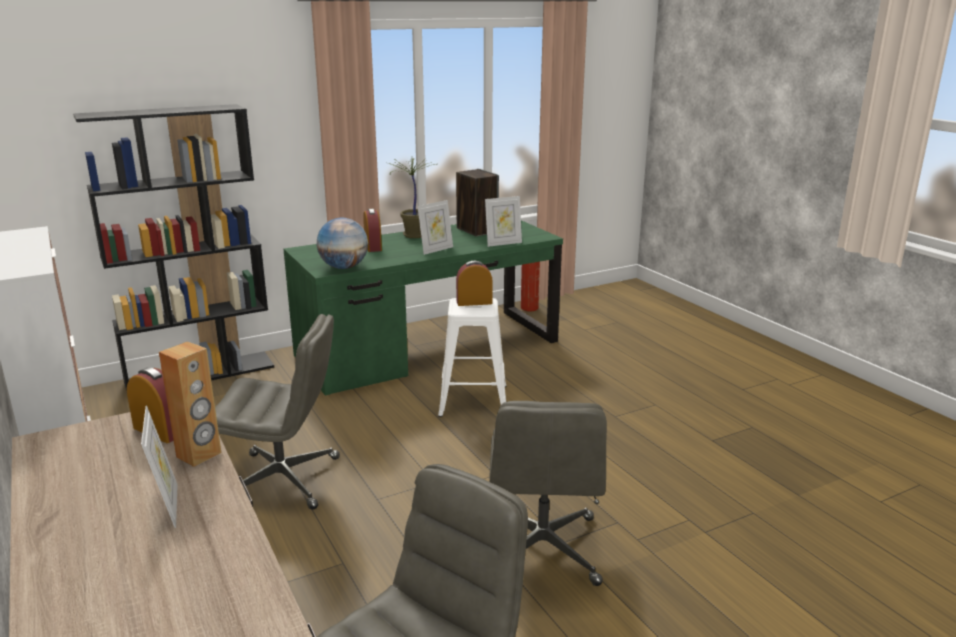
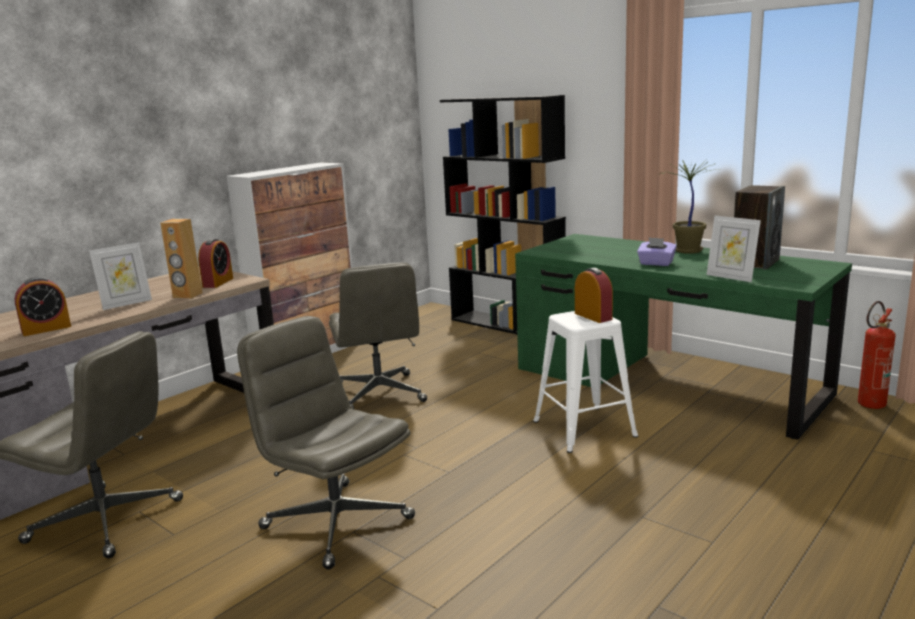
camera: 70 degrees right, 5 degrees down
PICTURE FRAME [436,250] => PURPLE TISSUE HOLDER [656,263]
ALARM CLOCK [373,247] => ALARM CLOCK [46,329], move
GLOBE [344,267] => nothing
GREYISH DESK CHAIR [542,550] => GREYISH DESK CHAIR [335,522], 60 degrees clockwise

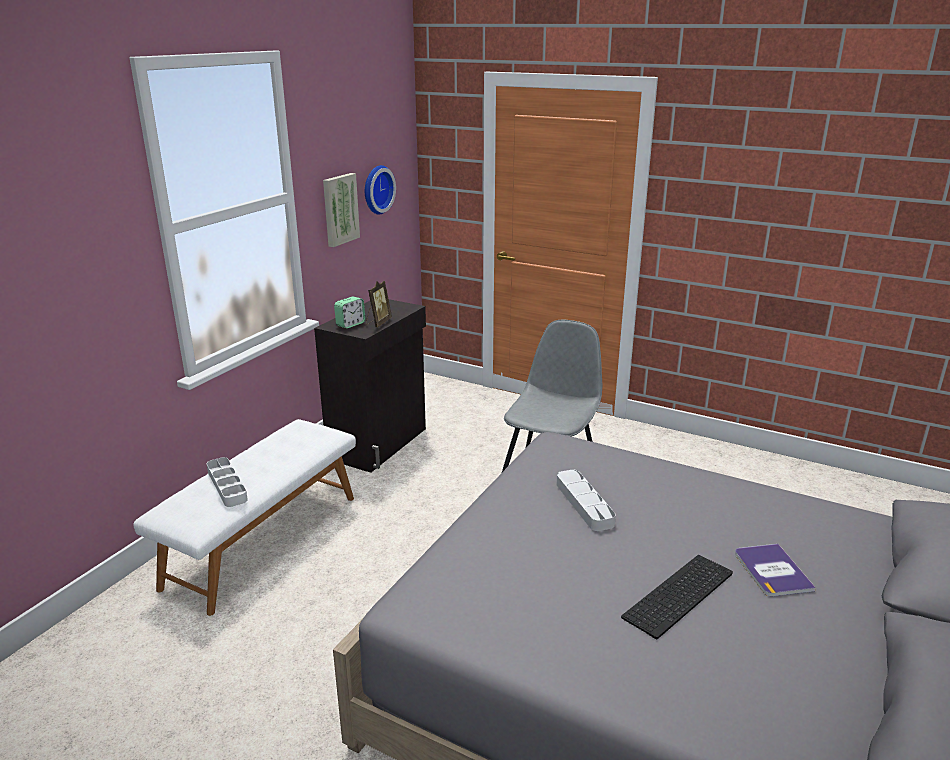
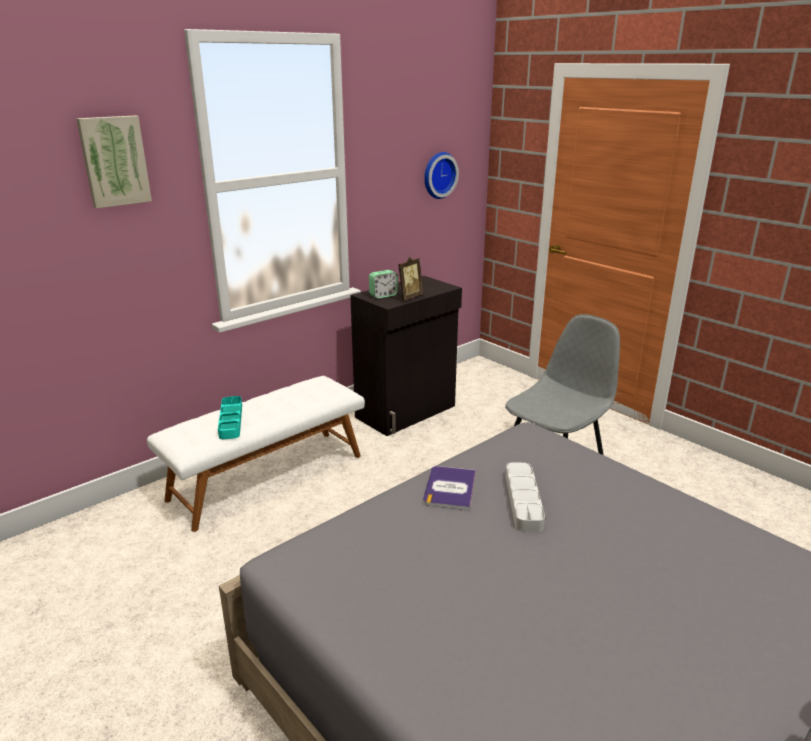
camera: 20 degrees right, 0 degrees up
WALL PICTURE [339,209] => WALL PICTURE [114,161], move
GREYISH CARRYING TRAY [227,485] => BLUE-GREEN CARRYING TRAY [231,420]
BOUND BOOK [772,571] => BOUND BOOK [450,488], move
KEYBOARD [680,597] => nothing

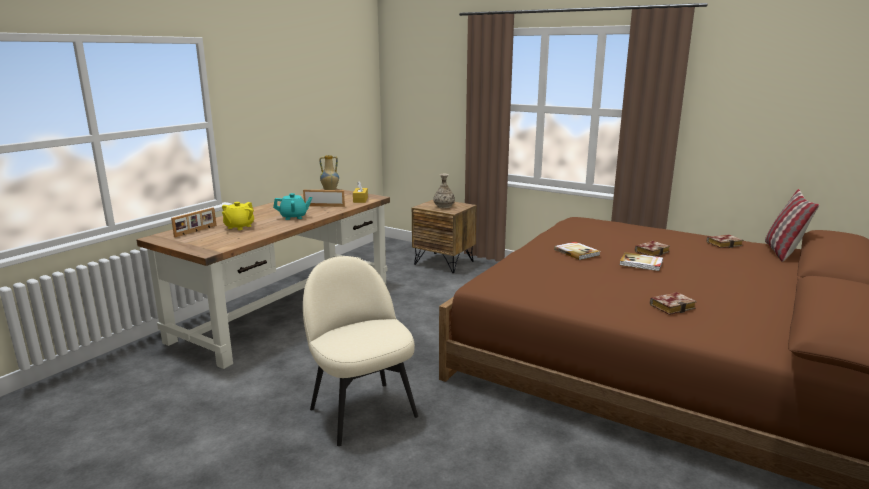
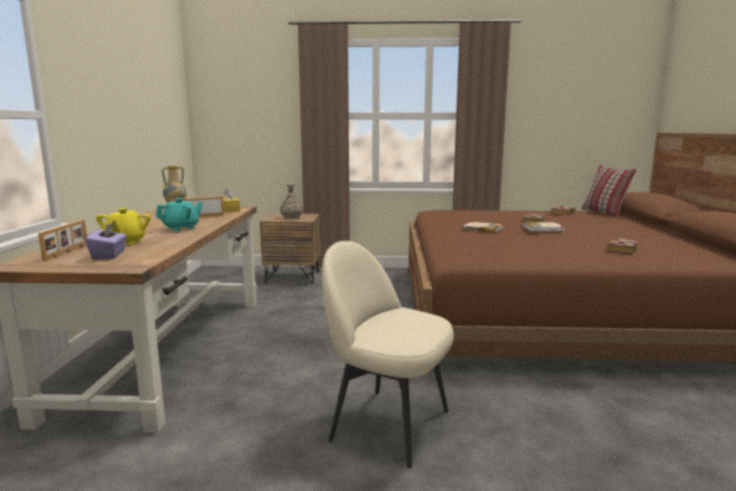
camera: 30 degrees left, 5 degrees down
nothing => PURPLE TISSUE HOLDER [109,255]

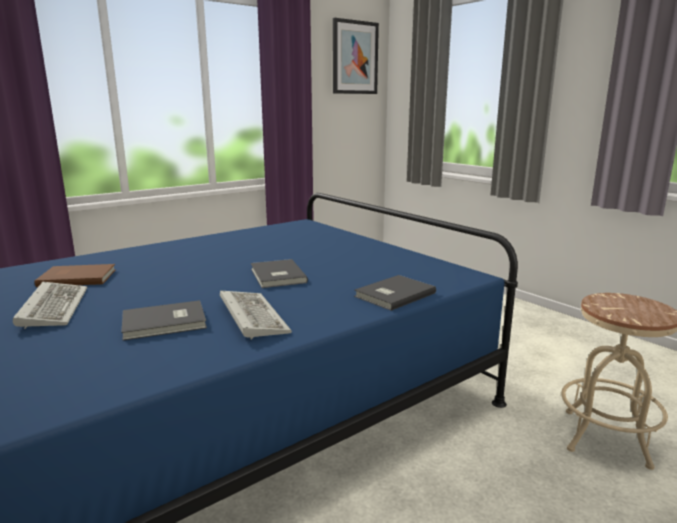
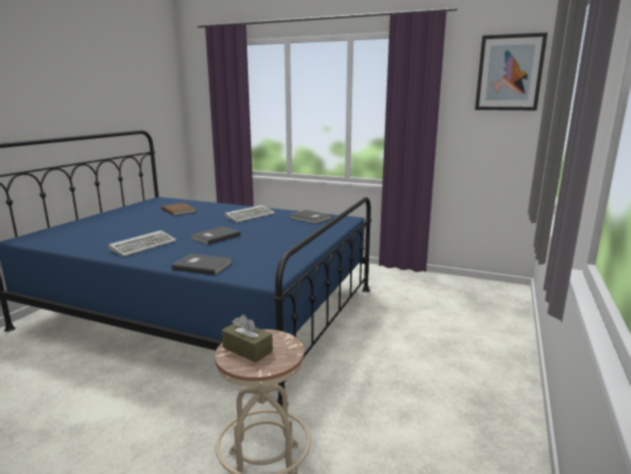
camera: 60 degrees right, 0 degrees up
KEYBOARD [53,307] => KEYBOARD [251,216], move
GREYISH BOUND BOOK [165,323] => GREYISH BOUND BOOK [310,218], move
nothing => BROWN-COLOURED TISSUE HOLDER [247,349]

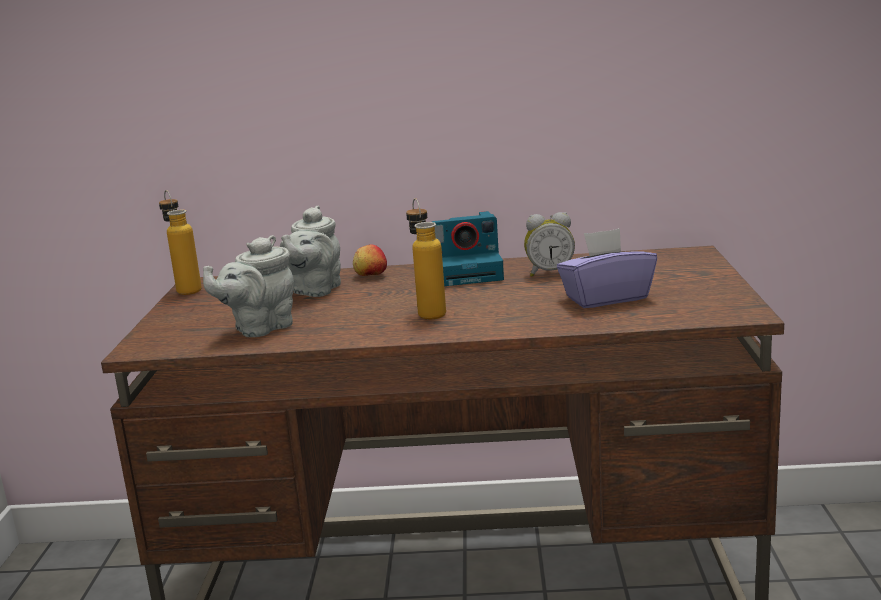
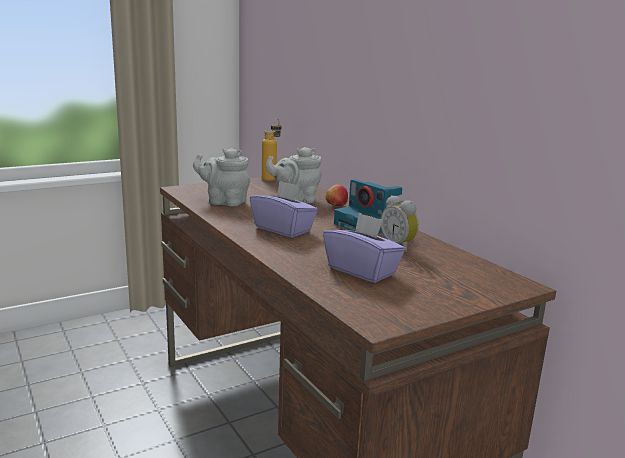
camera: 55 degrees right, 0 degrees up
BOTTLE [428,312] => PURPLE TISSUE HOLDER [283,229]

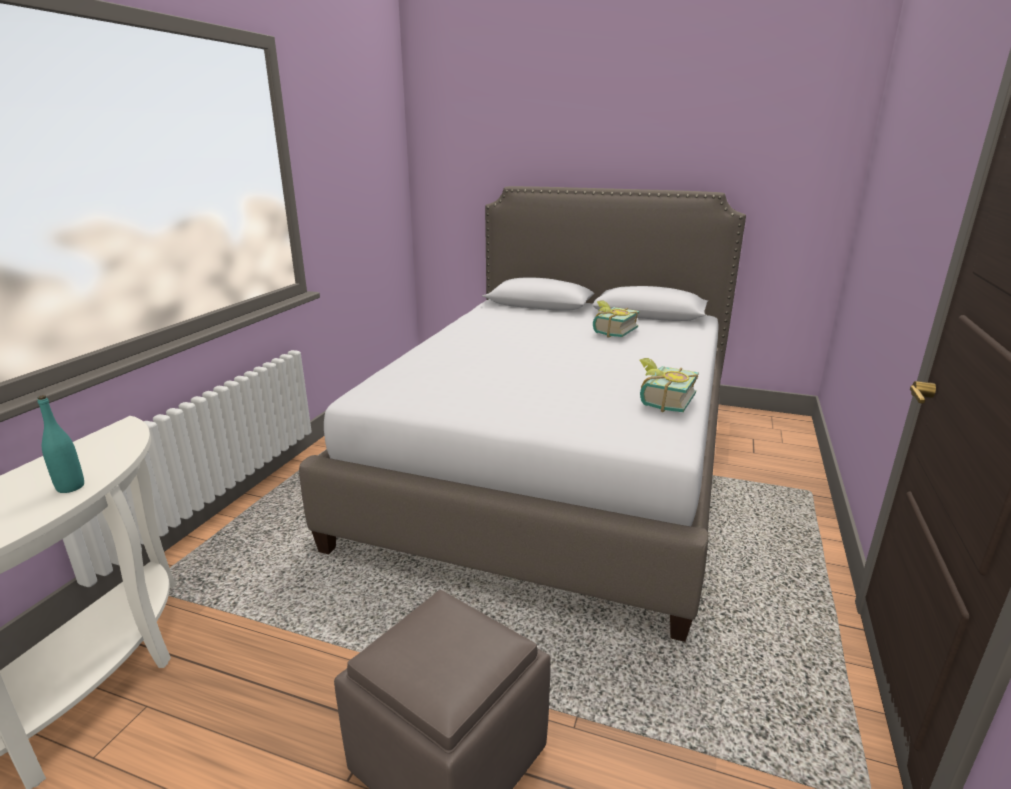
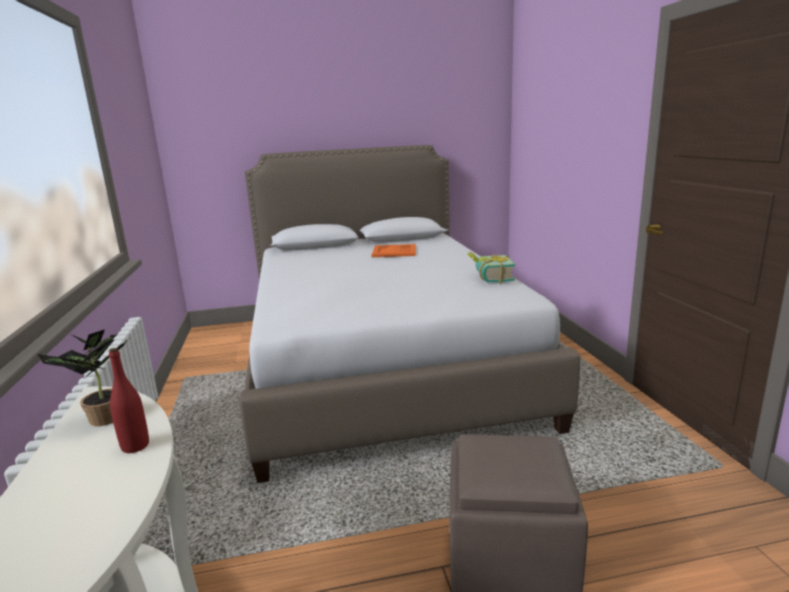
camera: 30 degrees left, 5 degrees down
BOUND BOOK [610,331] => ORANGE CARRYING TRAY [394,251]
BLUE-GREEN BOTTLE [70,487] => REDDISH BOTTLE [135,446]
nothing => PLANT IN A POT [101,420]

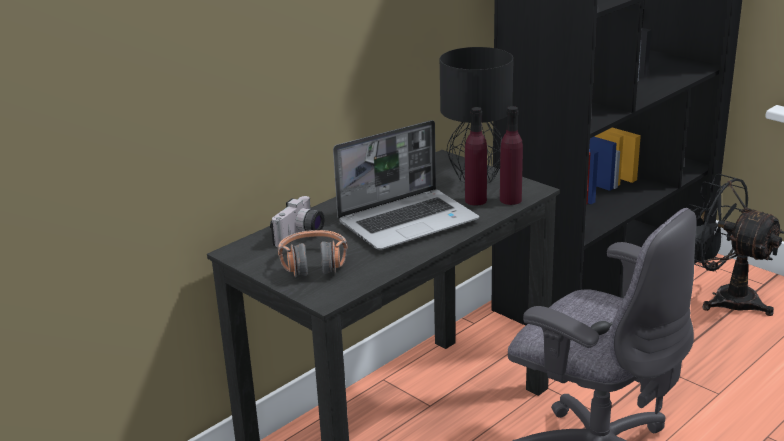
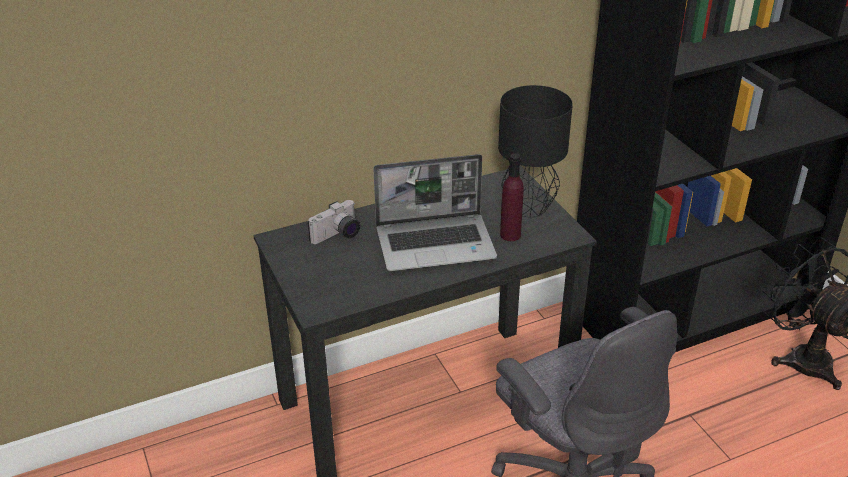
camera: 20 degrees right, 10 degrees up
PURPLE BOTTLE [510,200] => nothing
PAIR OF HEADPHONES [314,264] => nothing

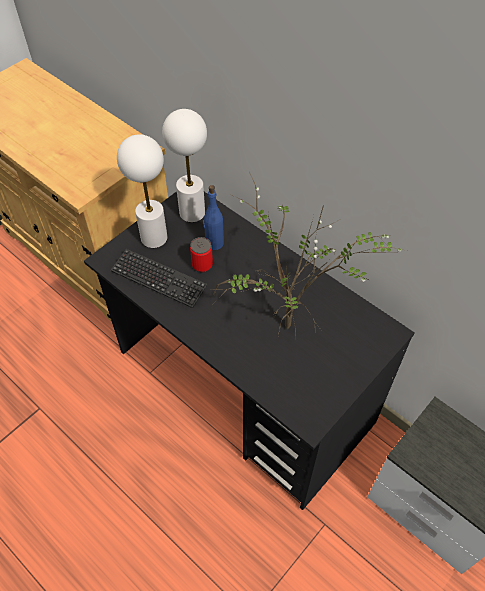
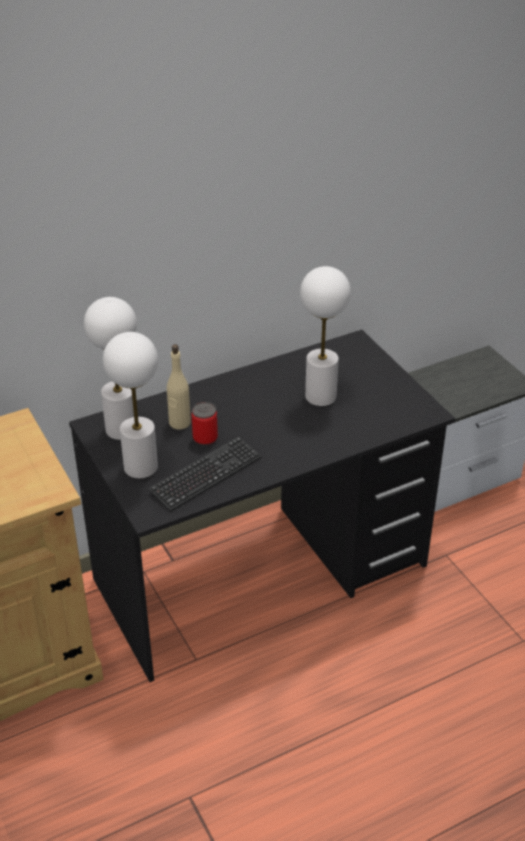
camera: 70 degrees left, 15 degrees down
PLANT IN A POT [293,327] => WHITE TABLE LAMP [321,396]
BLUE BOTTLE [214,243] => BEIGE BOTTLE [179,423]

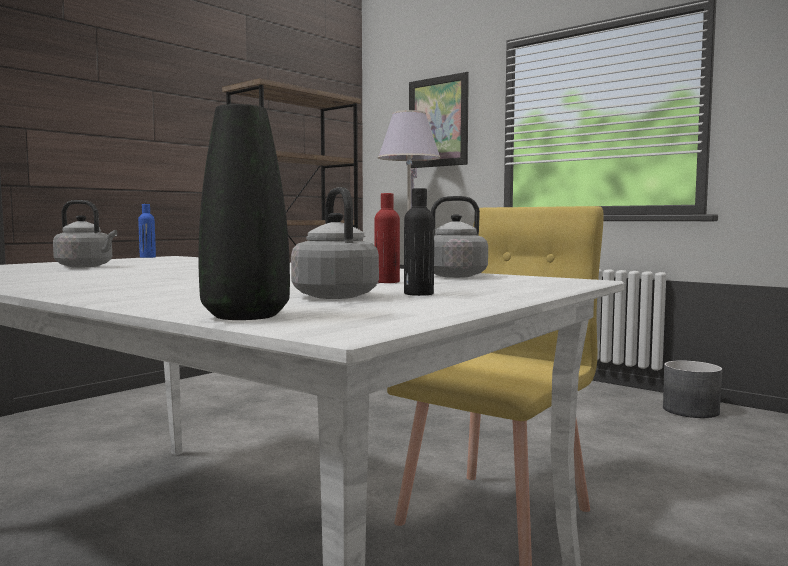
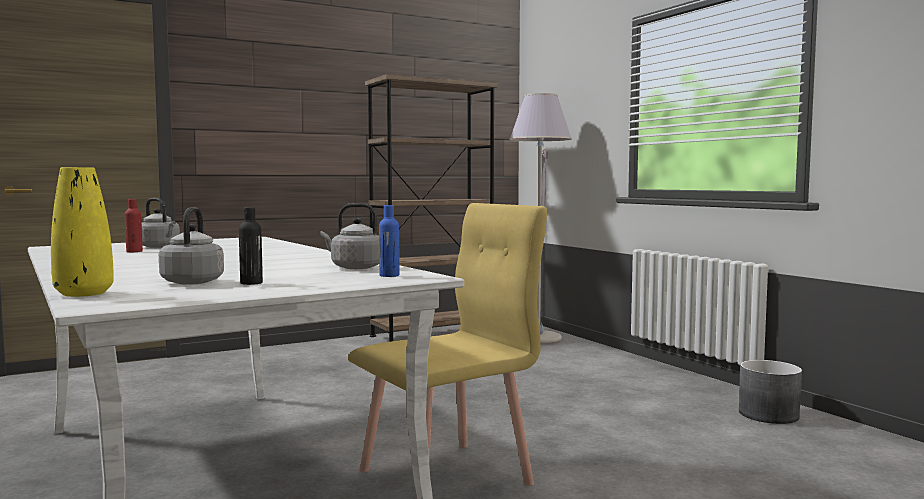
camera: 20 degrees right, 0 degrees up
WALL PICTURE [438,122] => nothing
BLACKISH VASE [245,316] => YELLOWISH VASE [84,293]
REDDISH BOTTLE [387,282] => REDDISH BOTTLE [134,251], move
BLUE BOTTLE [147,257] => BLUE BOTTLE [389,275], move

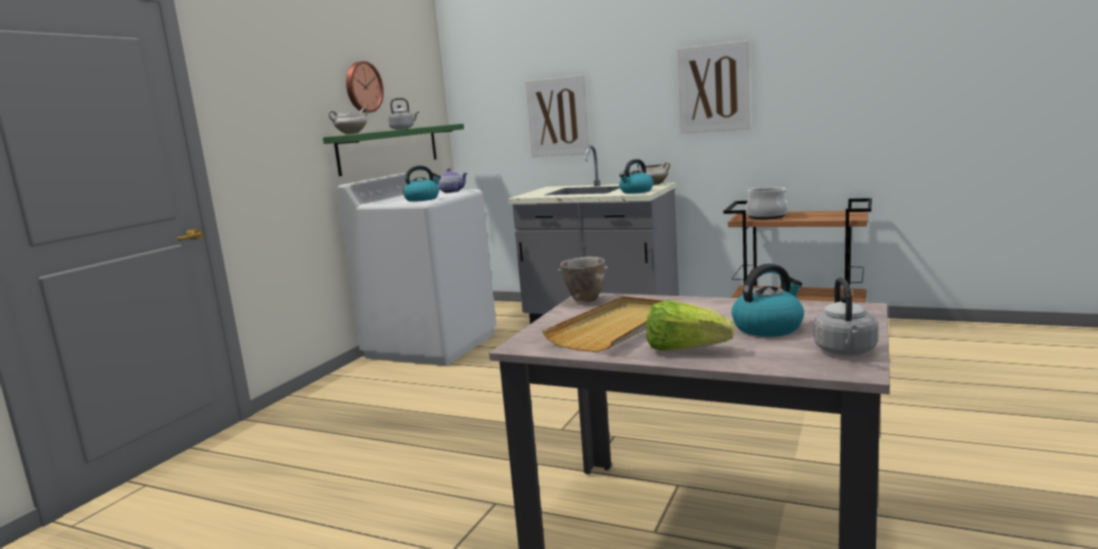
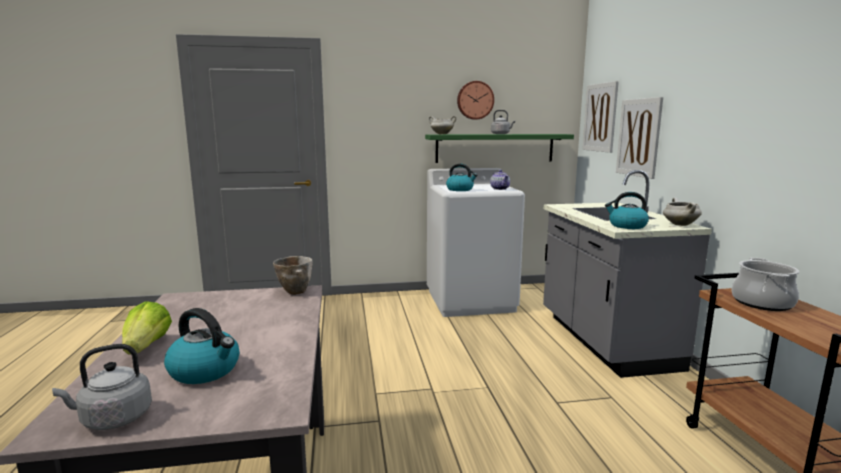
camera: 55 degrees right, 0 degrees up
WALL PICTURE [714,88] => WALL PICTURE [600,117], move
BEIGE CARRYING TRAY [616,328] => nothing

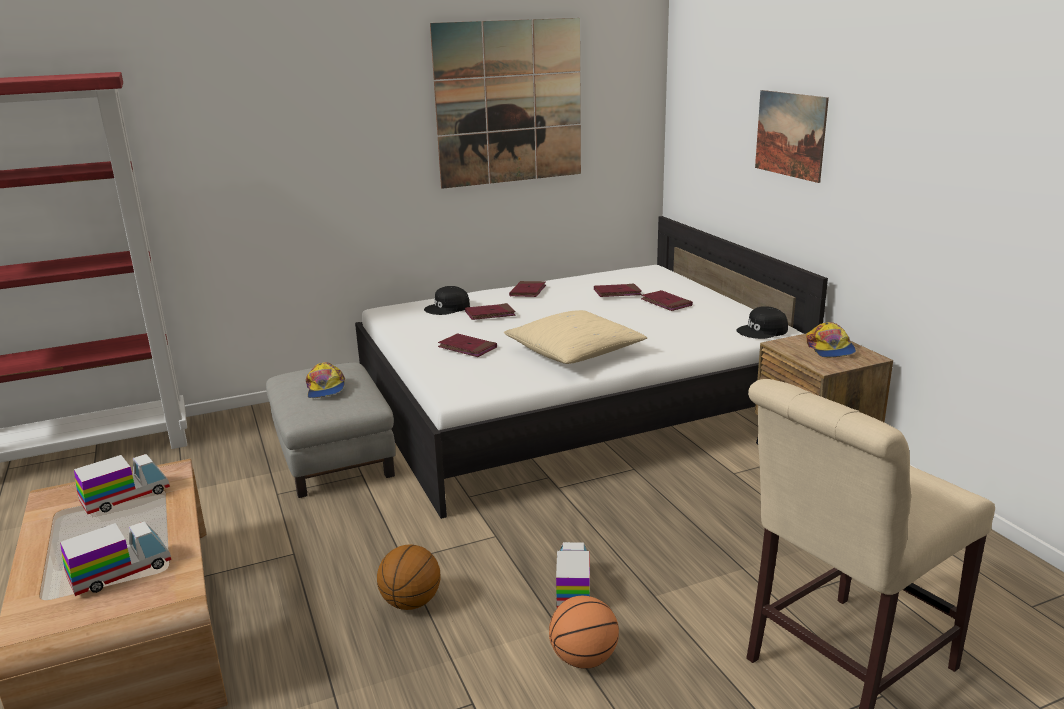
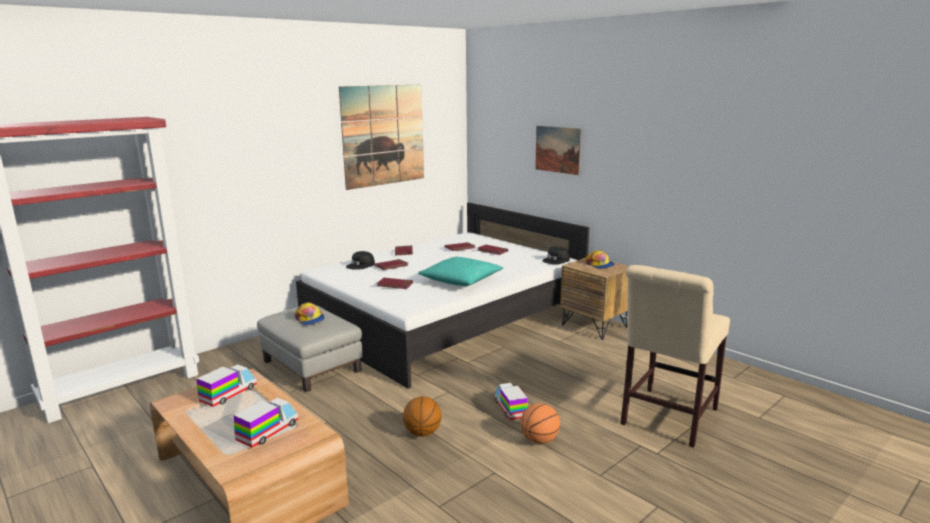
camera: 20 degrees left, 5 degrees down
BEIGE CUSHION [575,352] => BLUE-GREEN CUSHION [461,280]

